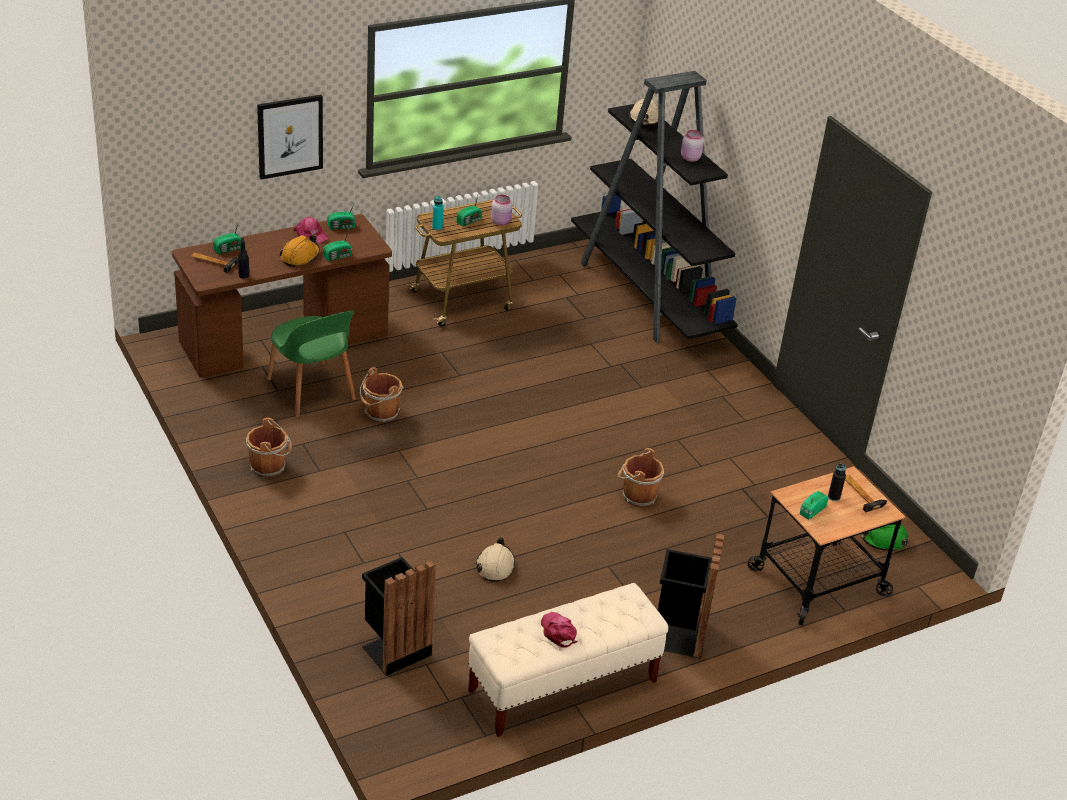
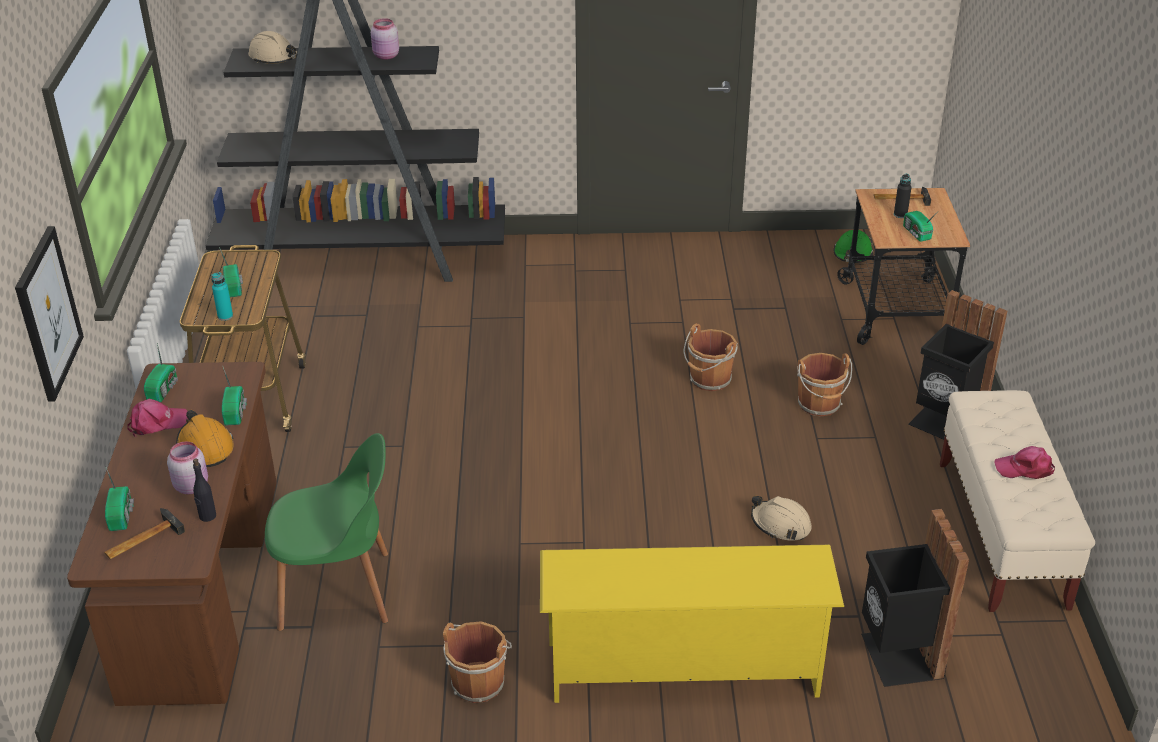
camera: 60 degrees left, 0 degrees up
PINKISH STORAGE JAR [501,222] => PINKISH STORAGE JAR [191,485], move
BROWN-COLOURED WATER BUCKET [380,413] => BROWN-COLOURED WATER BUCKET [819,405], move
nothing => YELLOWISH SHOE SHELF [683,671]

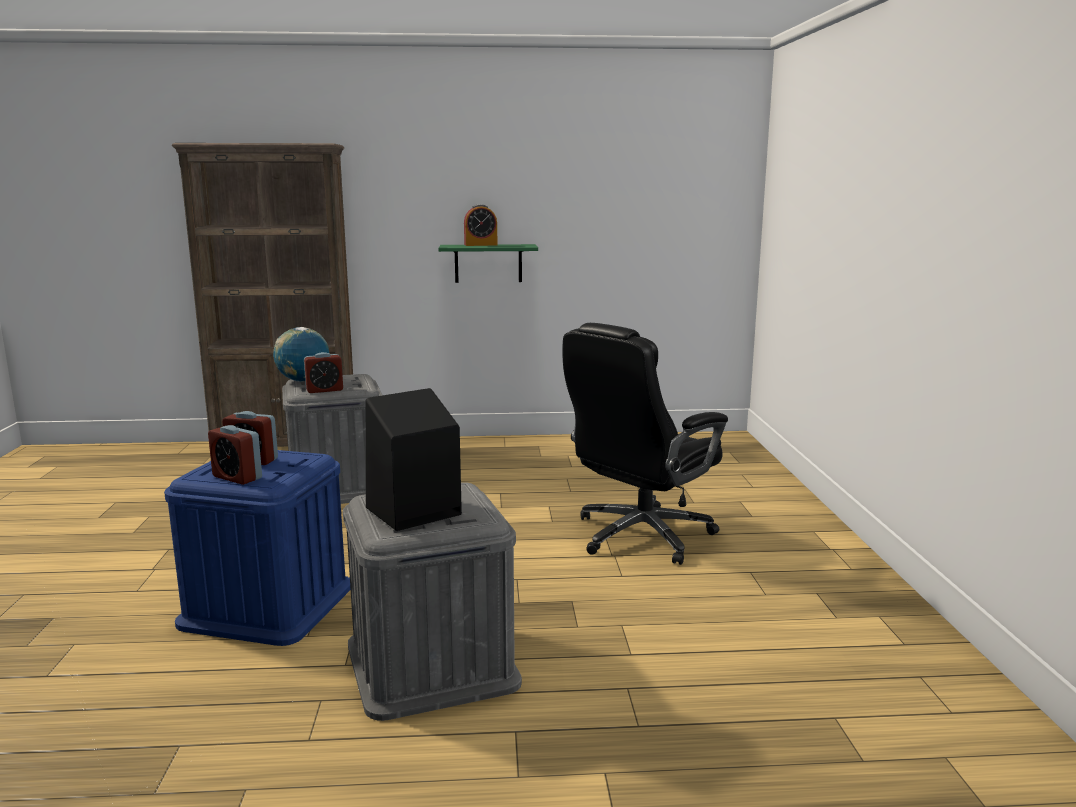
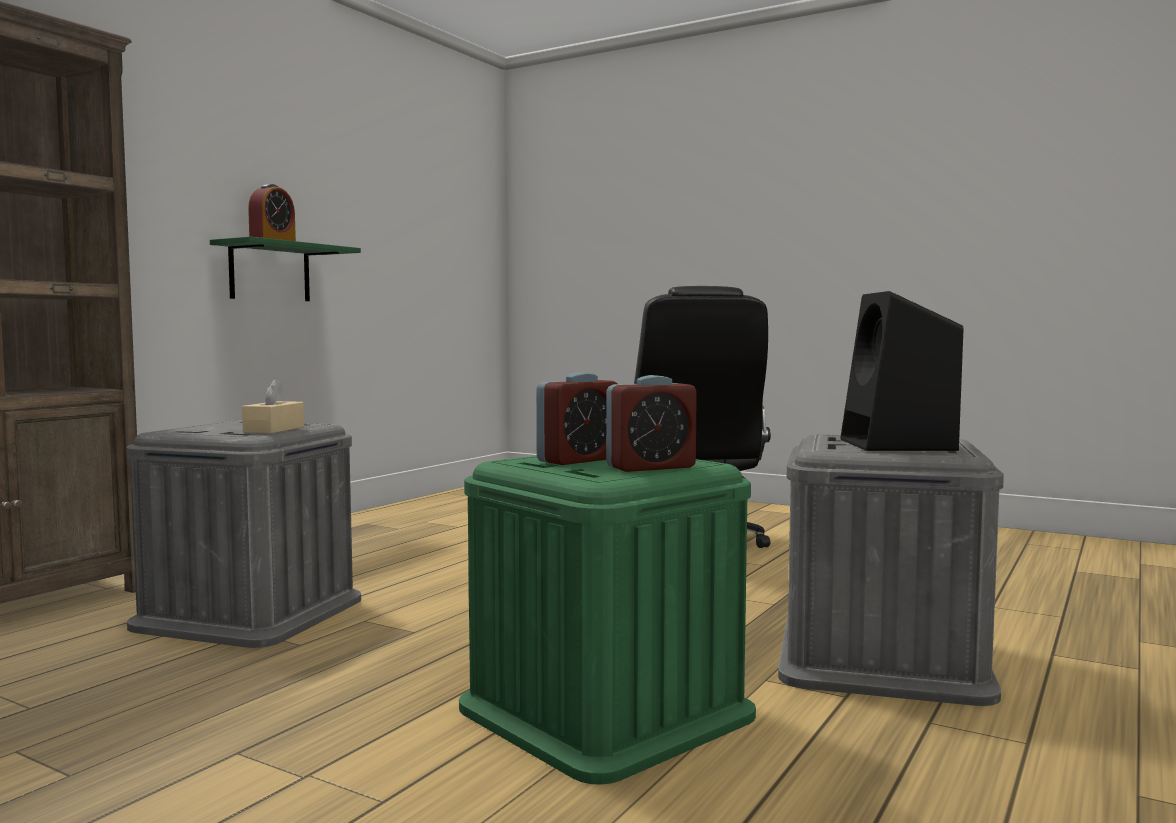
camera: 55 degrees left, 10 degrees down
GLOBE [303,381] => nothing
ALARM CLOCK [324,390] => BEIGE TISSUE HOLDER [274,430]
BLUE STORAGE CONTAINER [268,604] => GREEN-COLOURED STORAGE CONTAINER [605,711]

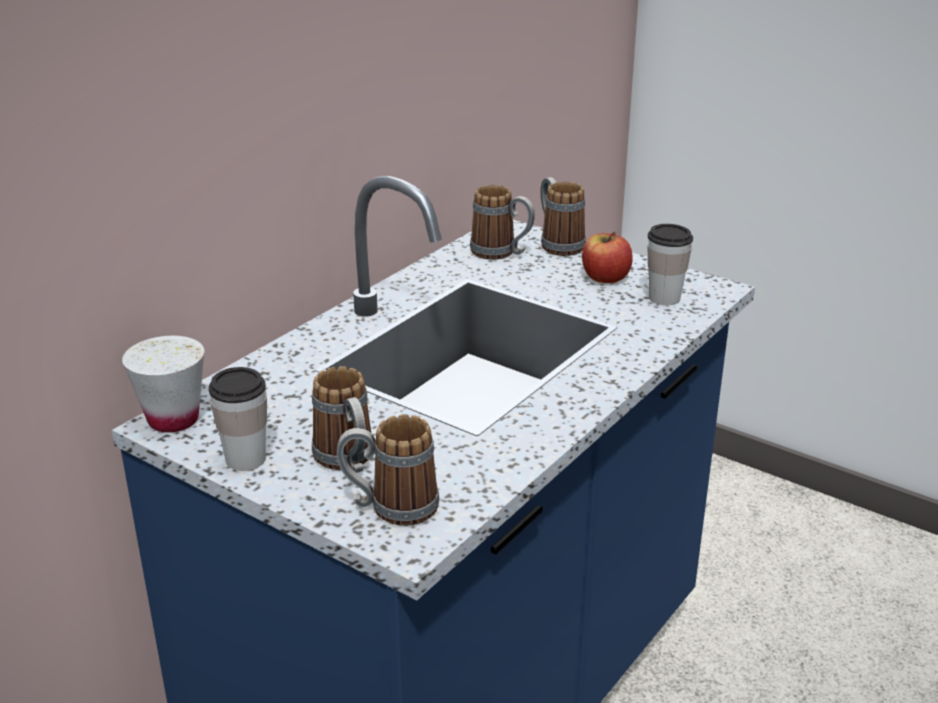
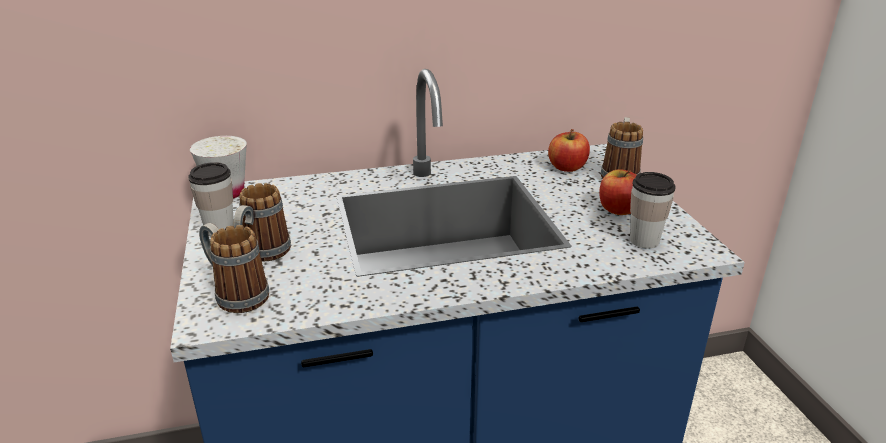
camera: 40 degrees right, 0 degrees up
COFFEE MUG [501,253] => WHOLE APPLE [567,167]

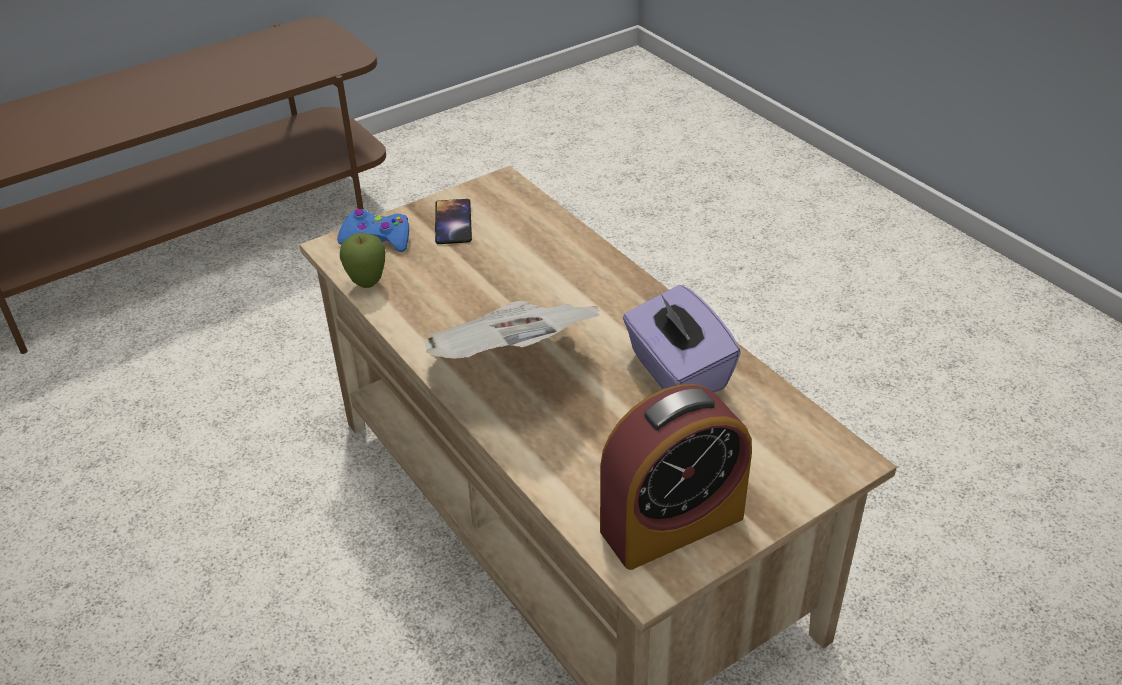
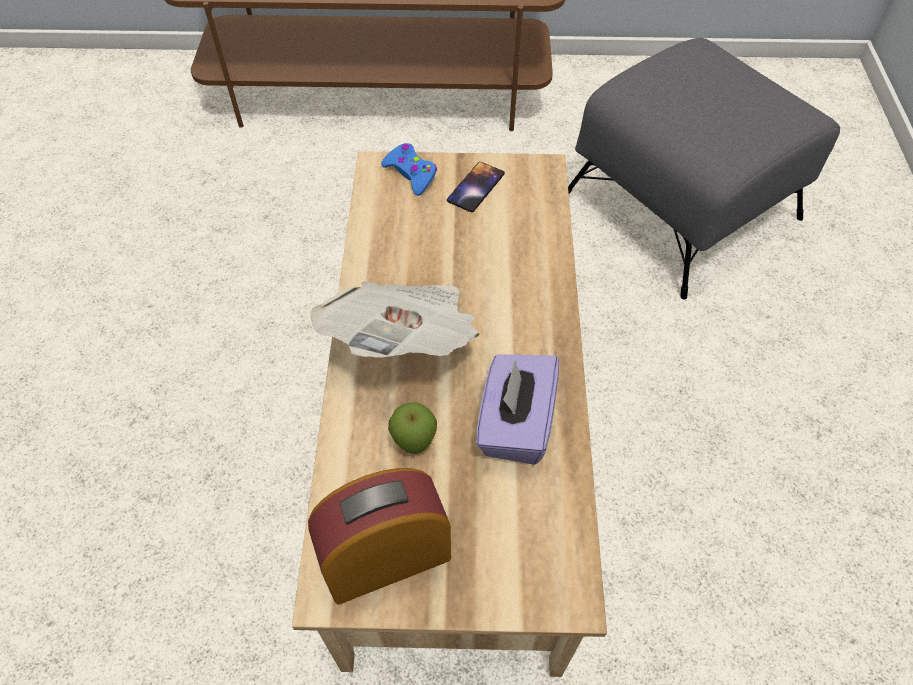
camera: 35 degrees right, 15 degrees up
WHOLE APPLE [367,284] => WHOLE APPLE [414,445], move
ALARM CLOCK [672,524] => ALARM CLOCK [386,558], 150 degrees clockwise
nothing => GREYISH OTTOMAN [681,207]

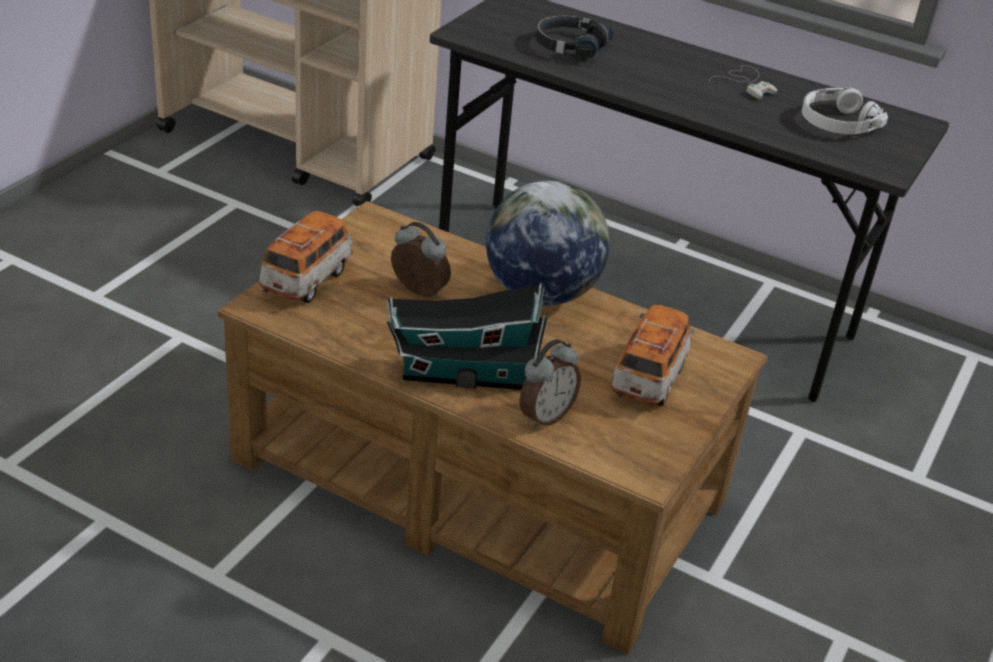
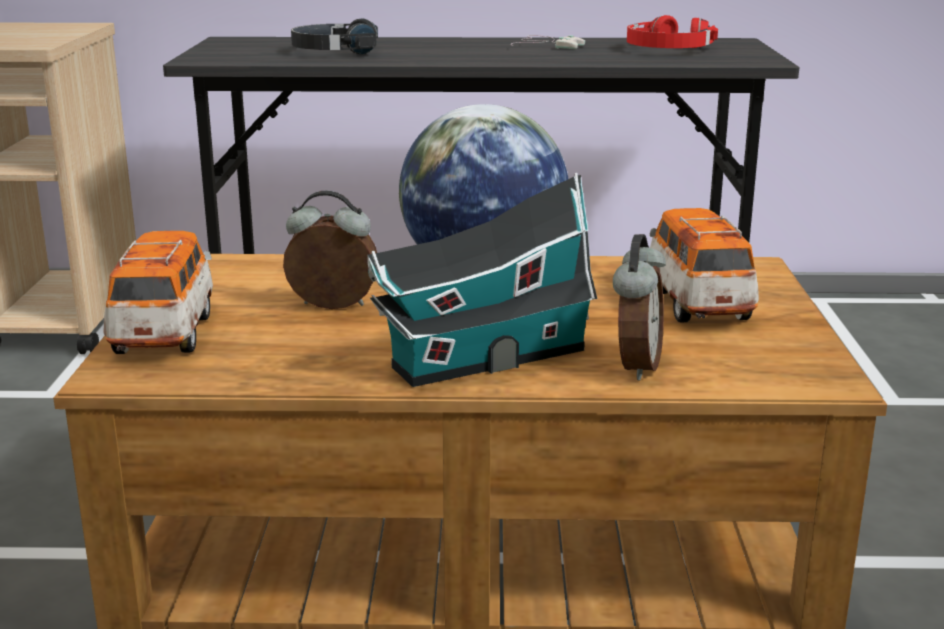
camera: 25 degrees left, 15 degrees down
WHITE PAIR OF HEADPHONES [837,122] => REDDISH PAIR OF HEADPHONES [667,49]

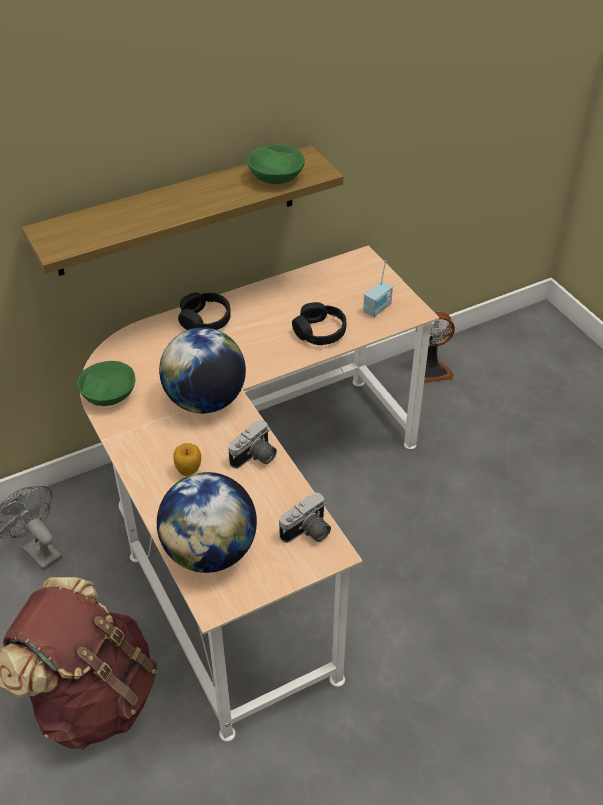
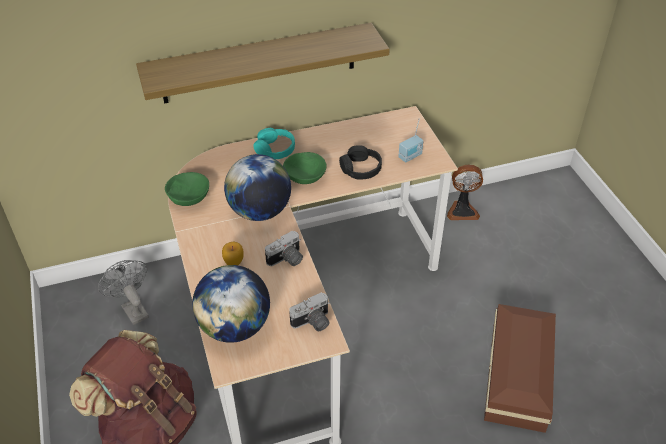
camera: 10 degrees right, 0 degrees up
GREEN-COLOURED SERVING BOWL [275,177] => GREEN-COLOURED SERVING BOWL [304,177], move
BLACKISH PAIR OF HEADPHONES [205,319] => BLUE-GREEN PAIR OF HEADPHONES [275,149]
nothing => BROWN-COLOURED STORAGE CONTAINER [519,373]

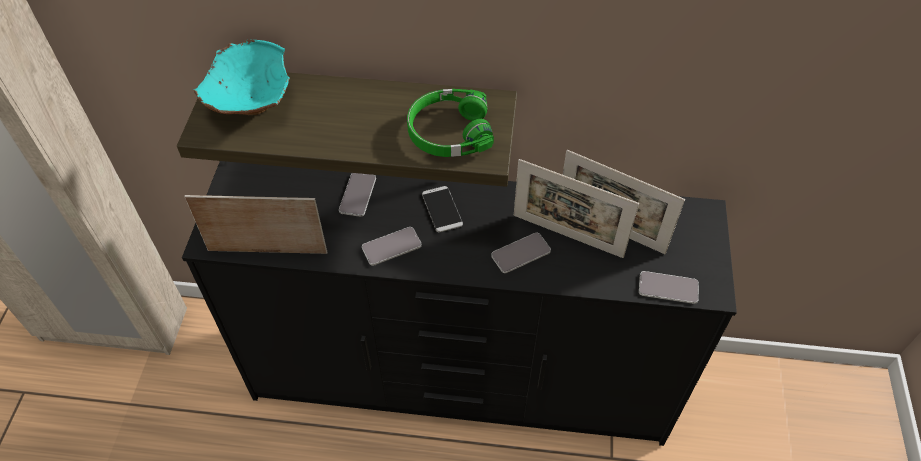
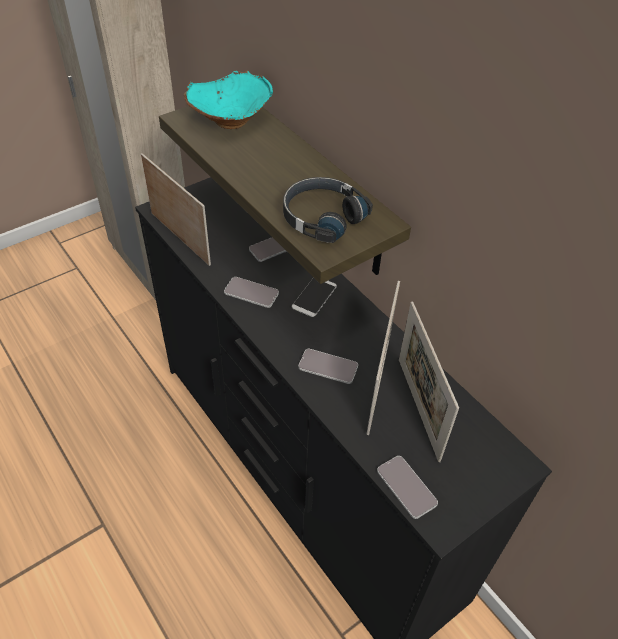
camera: 45 degrees right, 5 degrees down
GREEN-COLOURED PAIR OF HEADPHONES [448,132] => BLACKISH PAIR OF HEADPHONES [322,217]
PICTURE FRAME [567,236] => PICTURE FRAME [378,384], 150 degrees counterclockwise

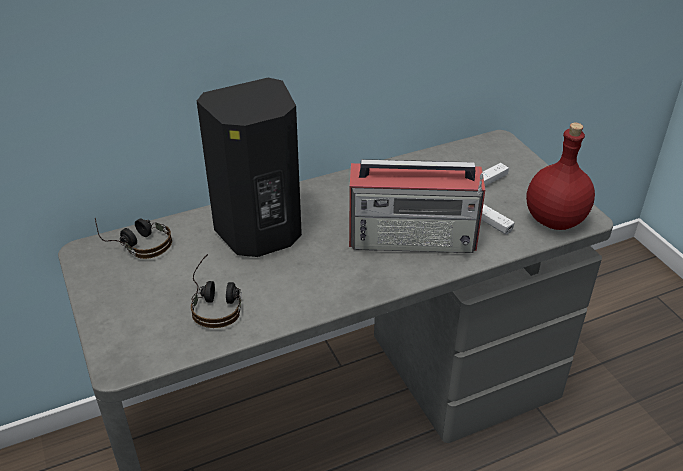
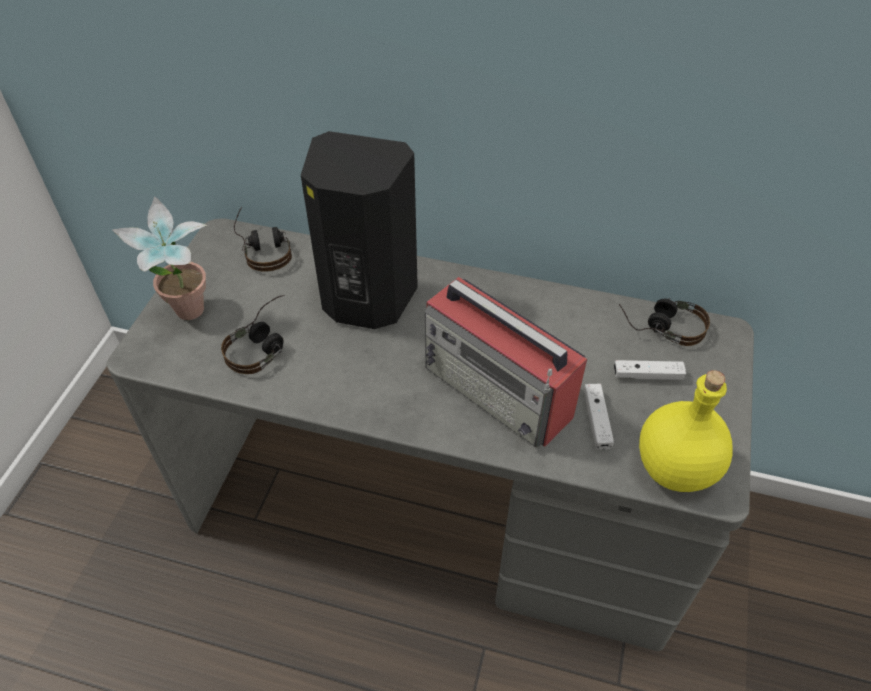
camera: 40 degrees right, 10 degrees up
REDDISH BOTTLE [555,221] => YELLOWISH BOTTLE [675,469]
nothing => PLANT IN A POT [190,318]
nothing => PAIR OF HEADPHONES [660,325]

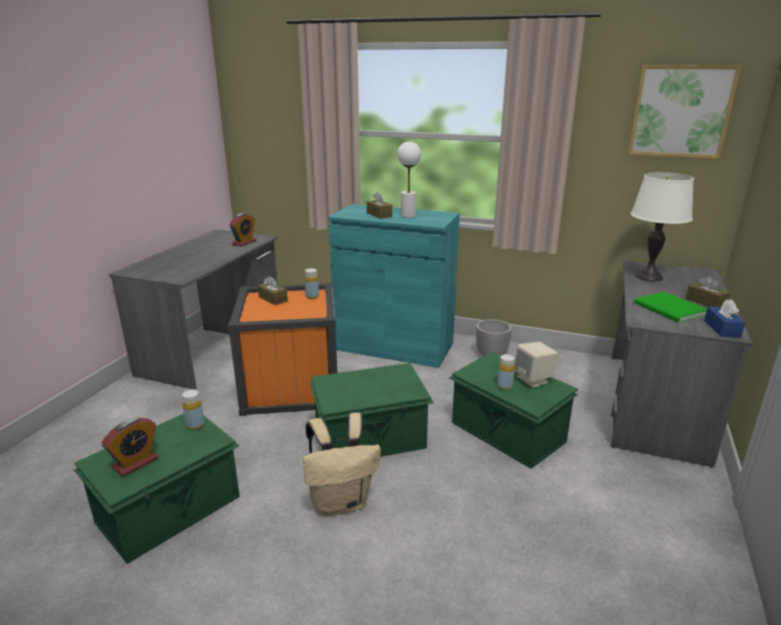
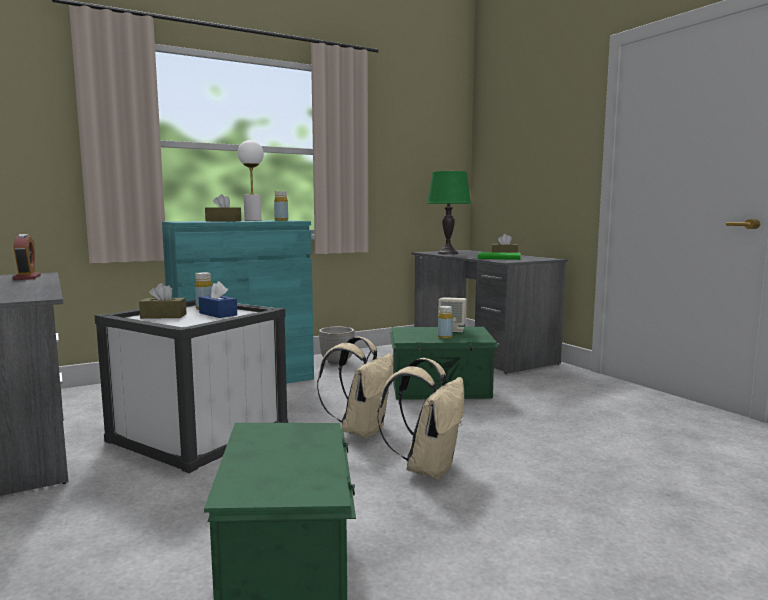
camera: 50 degrees left, 15 degrees down
WALL PICTURE [680,111] => nothing
WHITE TABLE LAMP [649,276] => GREEN-COLOURED TABLE LAMP [447,253]
ORANGE STORAGE CONTAINER [292,386] => WHITE STORAGE CONTAINER [200,434]
BLUE TISSUE HOLDER [722,329] => BLUE TISSUE HOLDER [218,314], move
GREEN-COLOURED STORAGE CONTAINER [371,439] => BEIGE BACKPACK [361,430]
YELLOWISH BOTTLE [195,425] => YELLOWISH BOTTLE [281,220], move
ALARM CLOCK [136,463] => nothing

